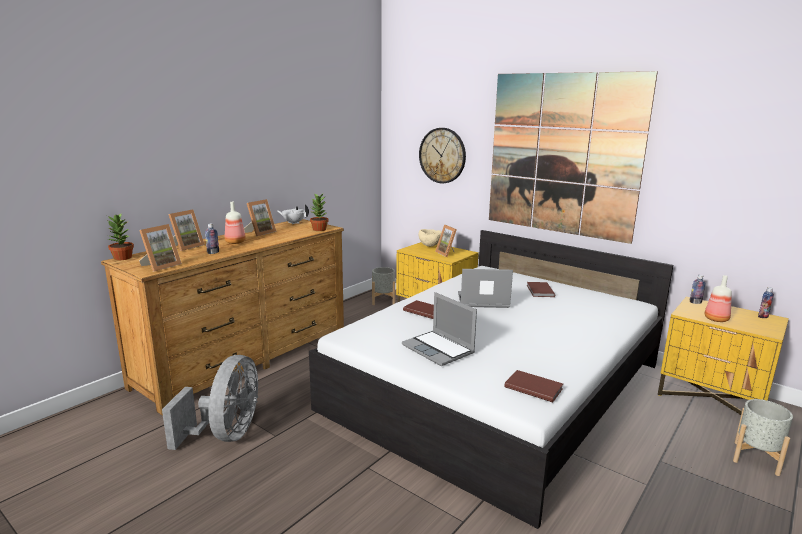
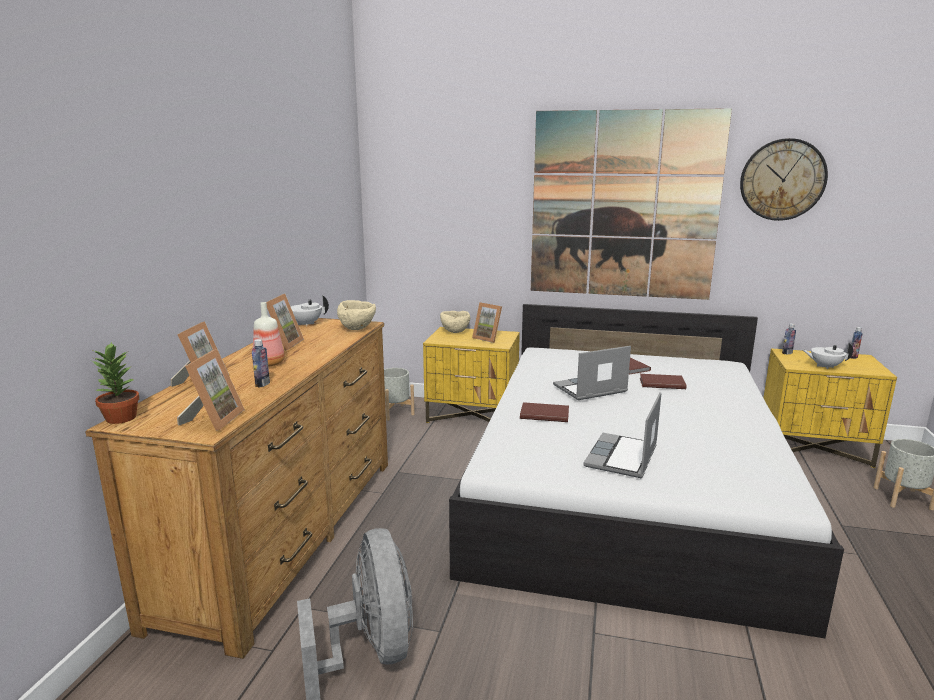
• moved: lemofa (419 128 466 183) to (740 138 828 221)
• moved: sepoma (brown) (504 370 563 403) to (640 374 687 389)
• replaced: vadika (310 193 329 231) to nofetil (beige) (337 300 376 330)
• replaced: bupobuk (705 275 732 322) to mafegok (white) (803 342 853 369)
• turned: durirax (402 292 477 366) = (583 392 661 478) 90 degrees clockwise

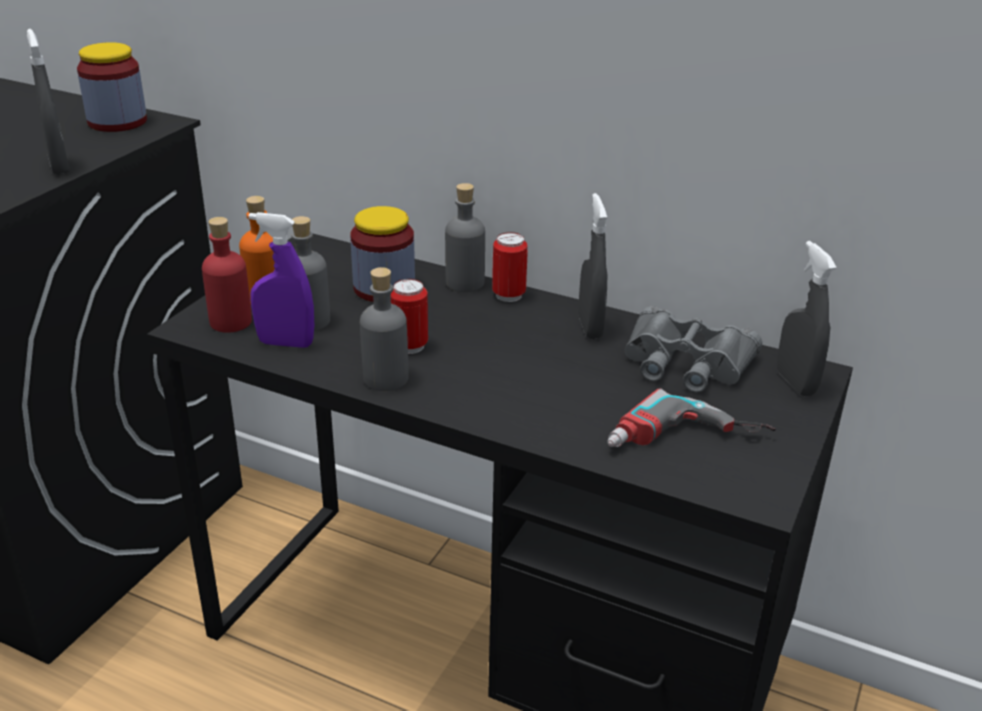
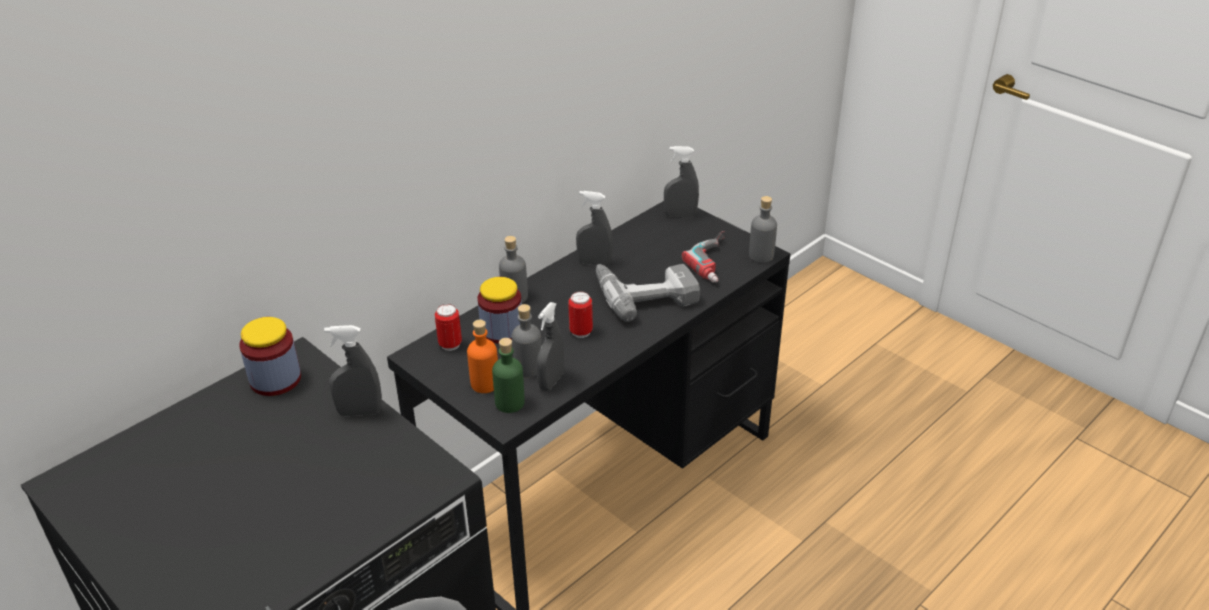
• removed: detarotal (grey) (624 306 762 393)
• added: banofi (596 264 700 322)
• moved: bupobuk (grey) (360 267 409 391) to (749 196 777 263)
• moved: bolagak (492 232 528 302) to (435 304 462 351)
• recoloured: bupobuk (red) (202 217 252 333) to bupobuk (green) (492 338 525 413)
• recoloured: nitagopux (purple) (249 212 314 348) to nitagopux (grey) (537 302 564 391)

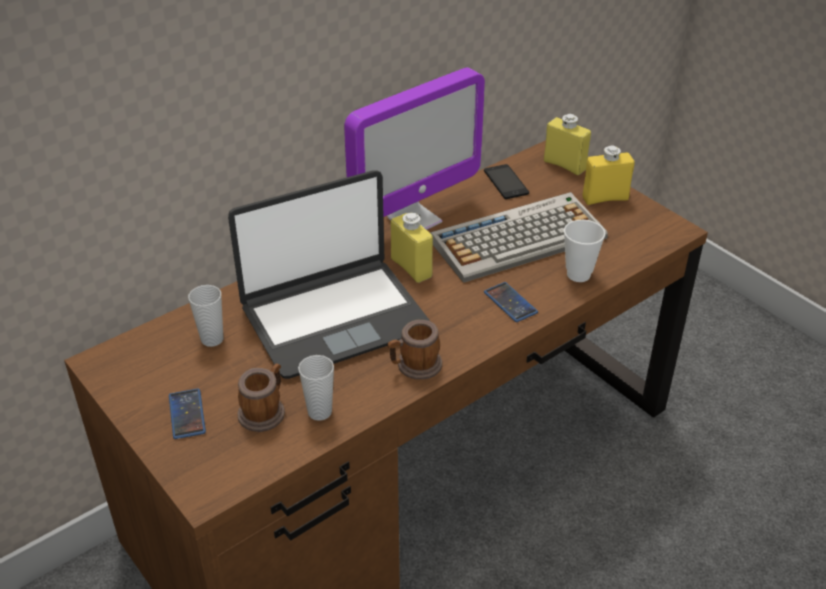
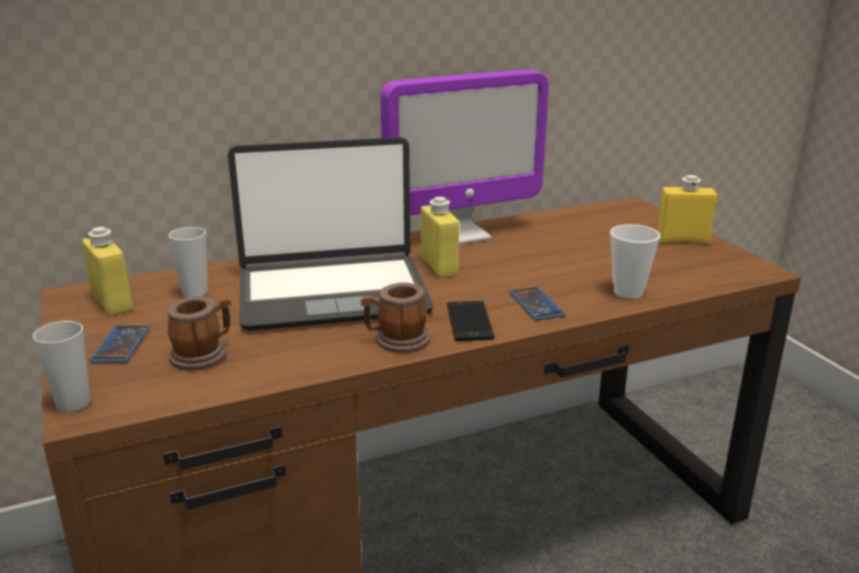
• removed: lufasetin (430 192 608 283)
• moved: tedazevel (298 355 334 421) to (32 321 90 412)
• moved: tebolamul (484 164 529 199) to (447 301 494 341)
• moved: bupobuk (yellow) (544 114 591 175) to (82 227 133 316)

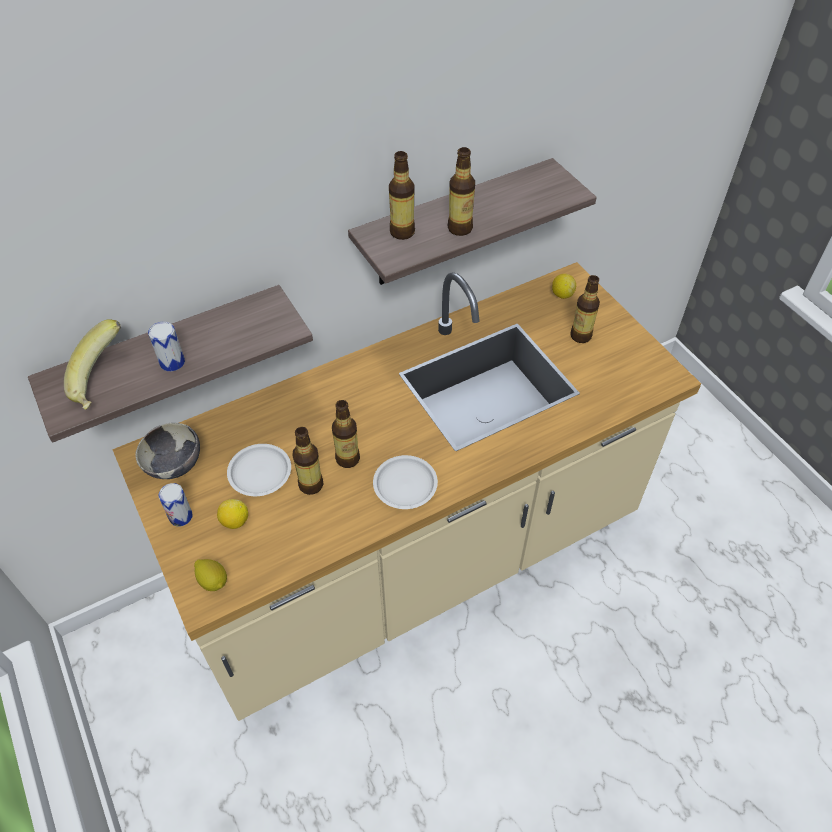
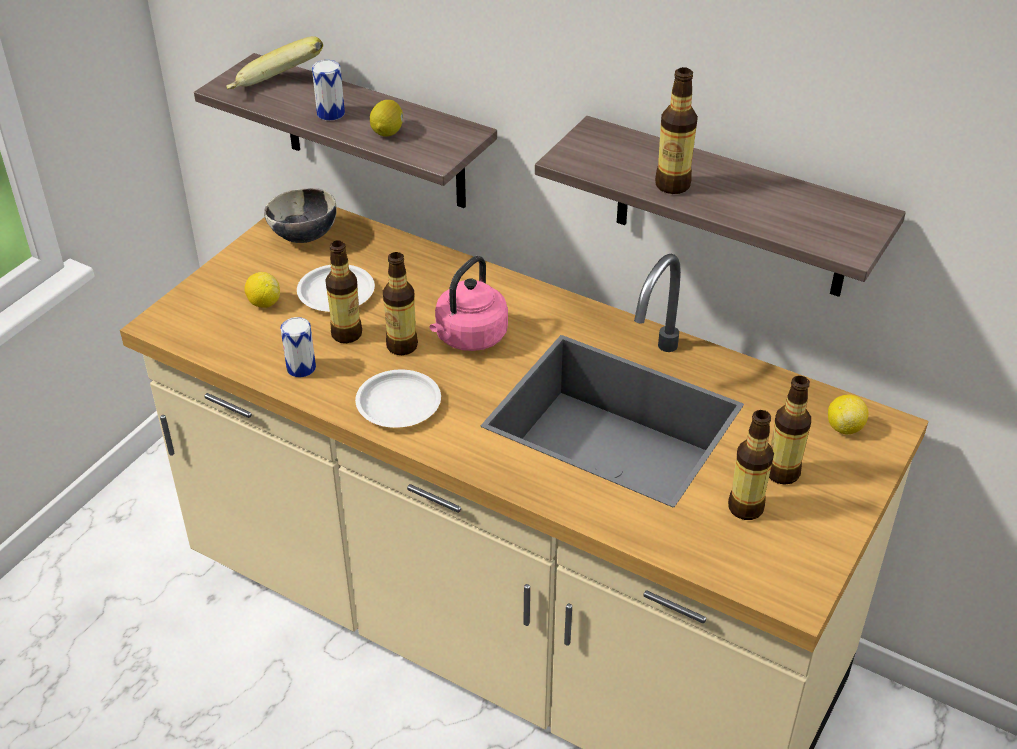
• added: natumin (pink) (429 256 508 351)
• moved: bolagak (158 483 193 527) to (280 317 316 377)
• moved: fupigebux (194 559 227 591) to (370 100 403 137)
• moved: bupobuk (389 151 415 240) to (728 410 774 520)

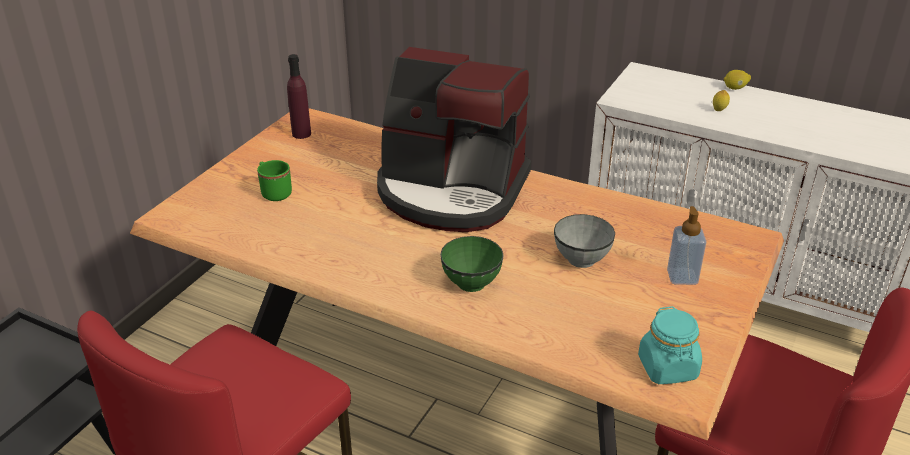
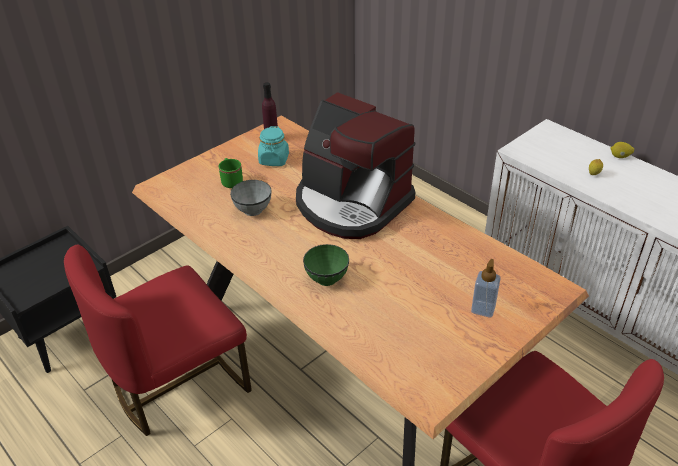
• moved: nofetil (grey) (554 214 615 268) to (230 180 271 216)
• moved: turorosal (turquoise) (638 306 702 384) to (258 126 289 166)

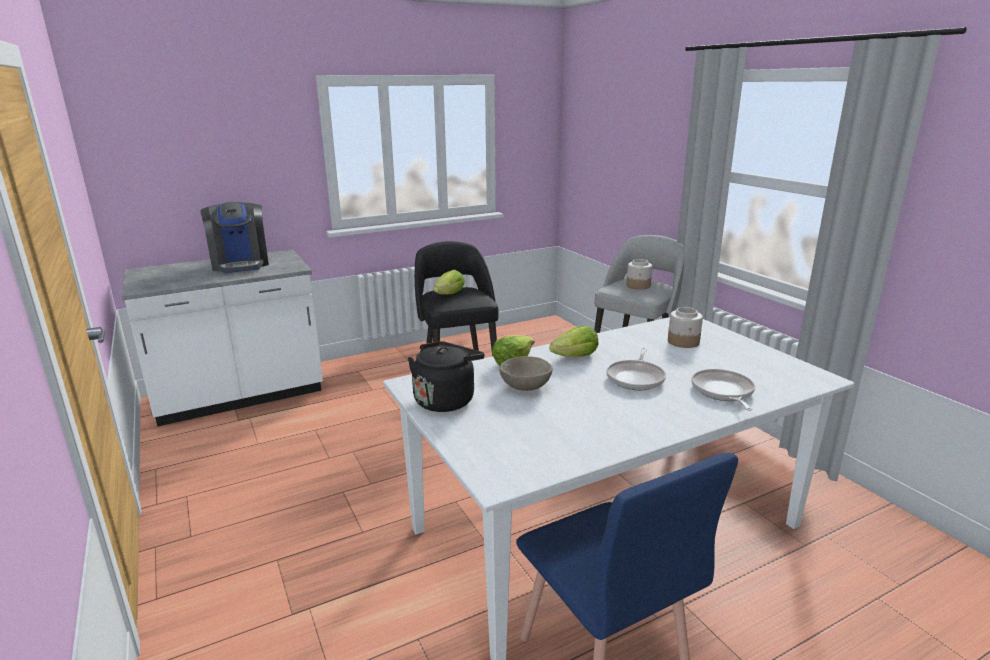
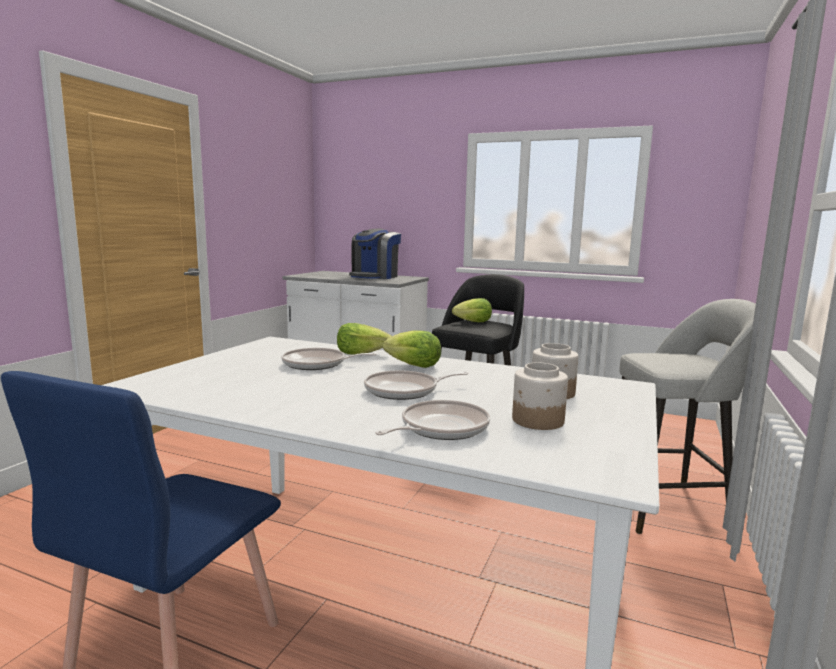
• removed: natumin (black) (408 341 485 412)
• moved: turorosal (626 259 652 290) to (512 362 568 430)
• replaced: nofetil (beige) (500 356 552 391) to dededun (281 348 377 370)

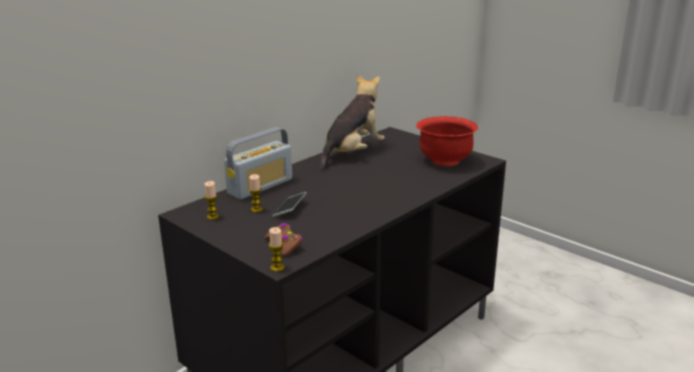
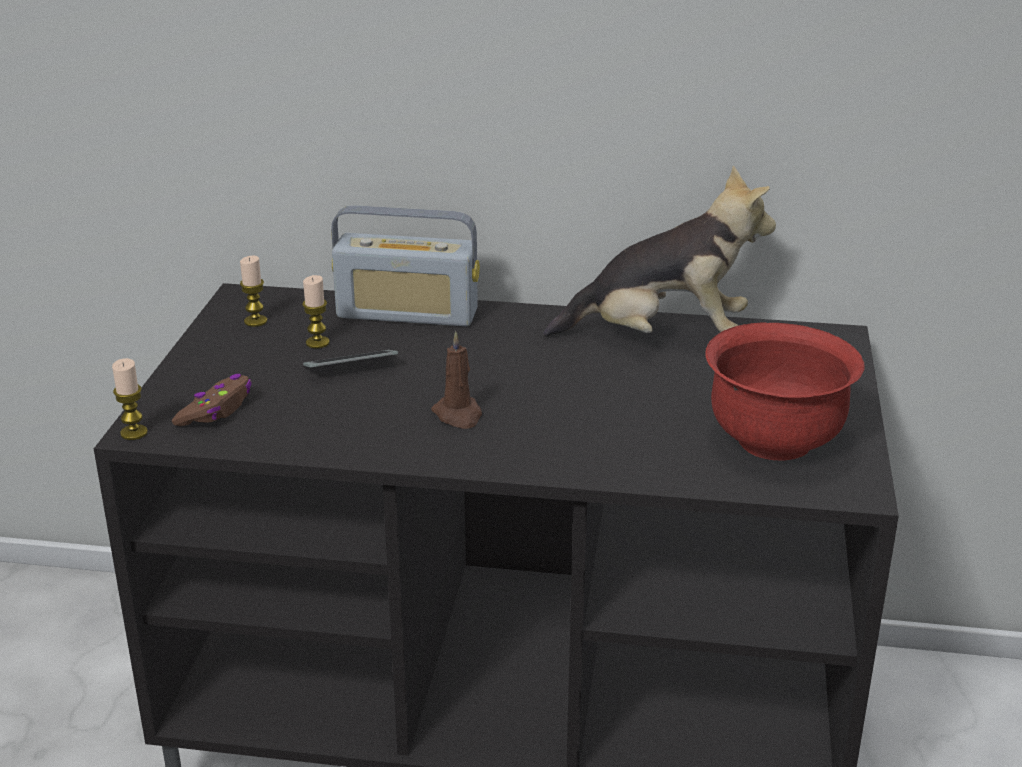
• added: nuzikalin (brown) (431 331 482 429)

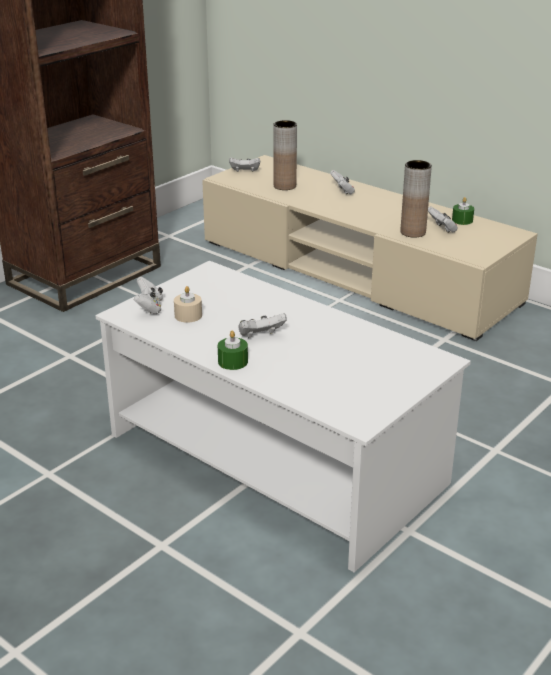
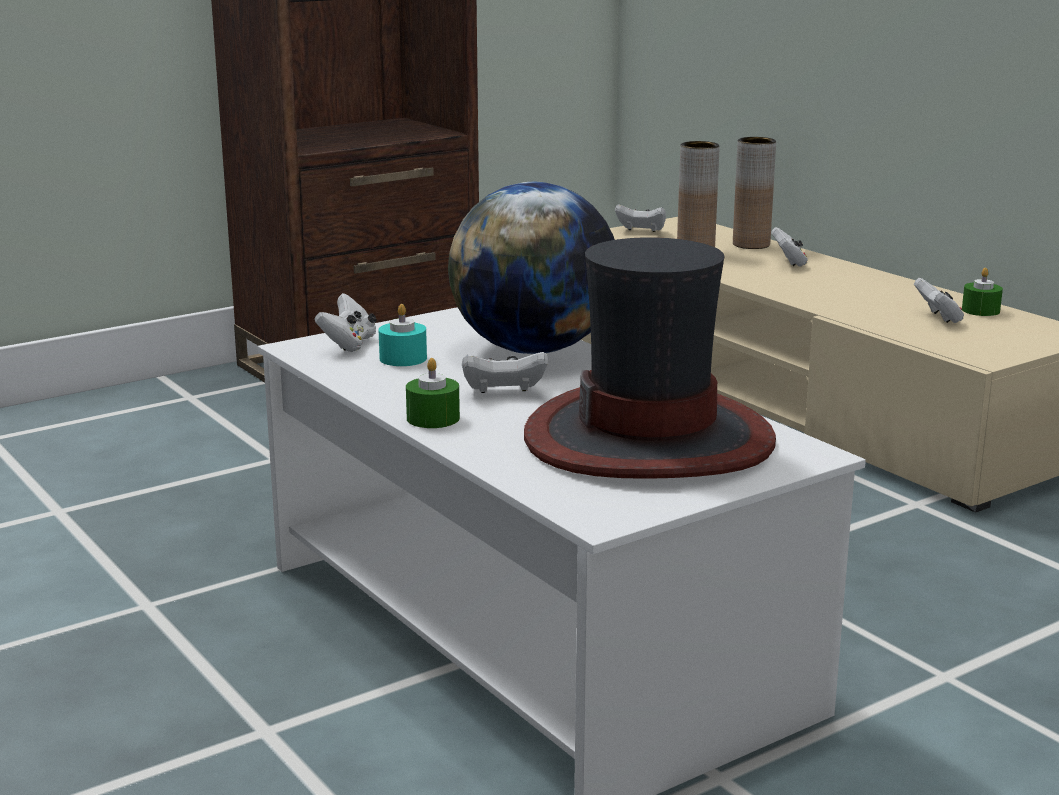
• added: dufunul (448 182 615 354)
• added: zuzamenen (524 237 776 479)
• moved: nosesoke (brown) (401 160 432 238) to (733 137 776 249)
• recoloured: nuzikalin (beige) (174 286 202 323) to nuzikalin (turquoise) (379 304 427 366)

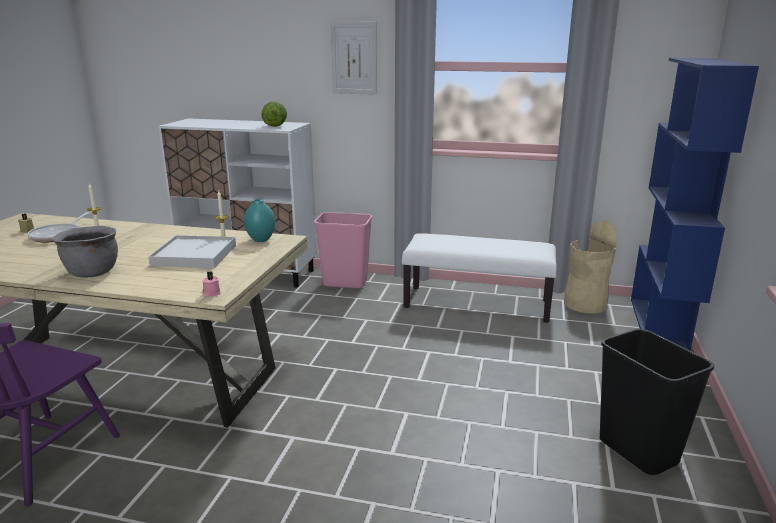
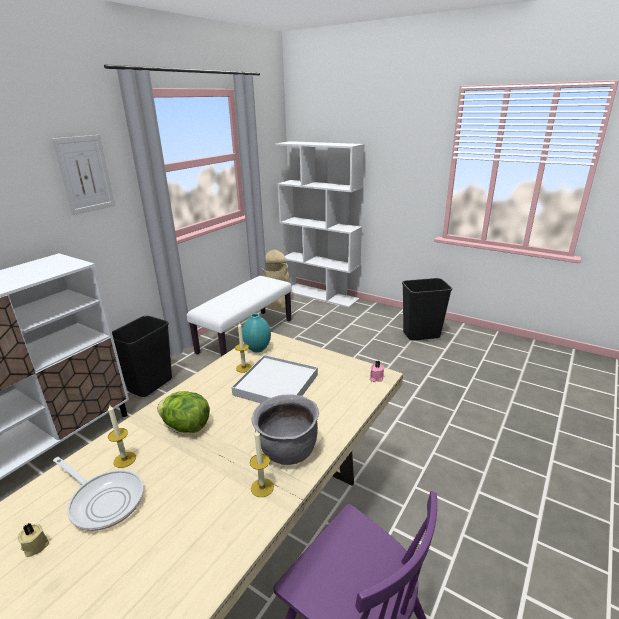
• added: nuzikalin (250 430 274 497)
• moved: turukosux (261 102 287 127) to (157 391 210 433)
• recoloured: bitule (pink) (314 212 372 289) to bitule (black) (112 316 172 397)
• recoloured: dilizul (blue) (631 58 759 351) to dilizul (white) (275 141 365 308)

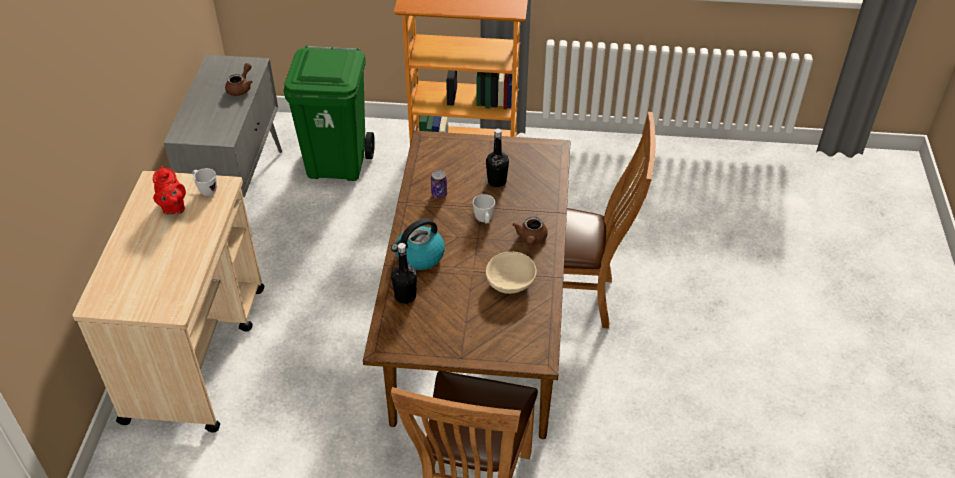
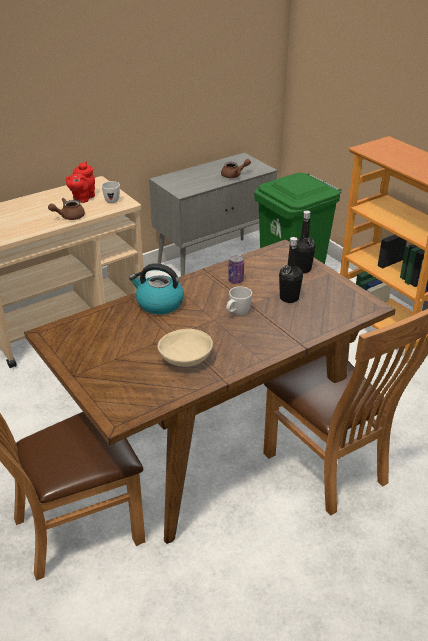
• moved: bupobuk (black) (391 243 417 304) to (296 210 315 273)
• moved: mafegok (brown) (512 217 548 245) to (48 198 85 220)

